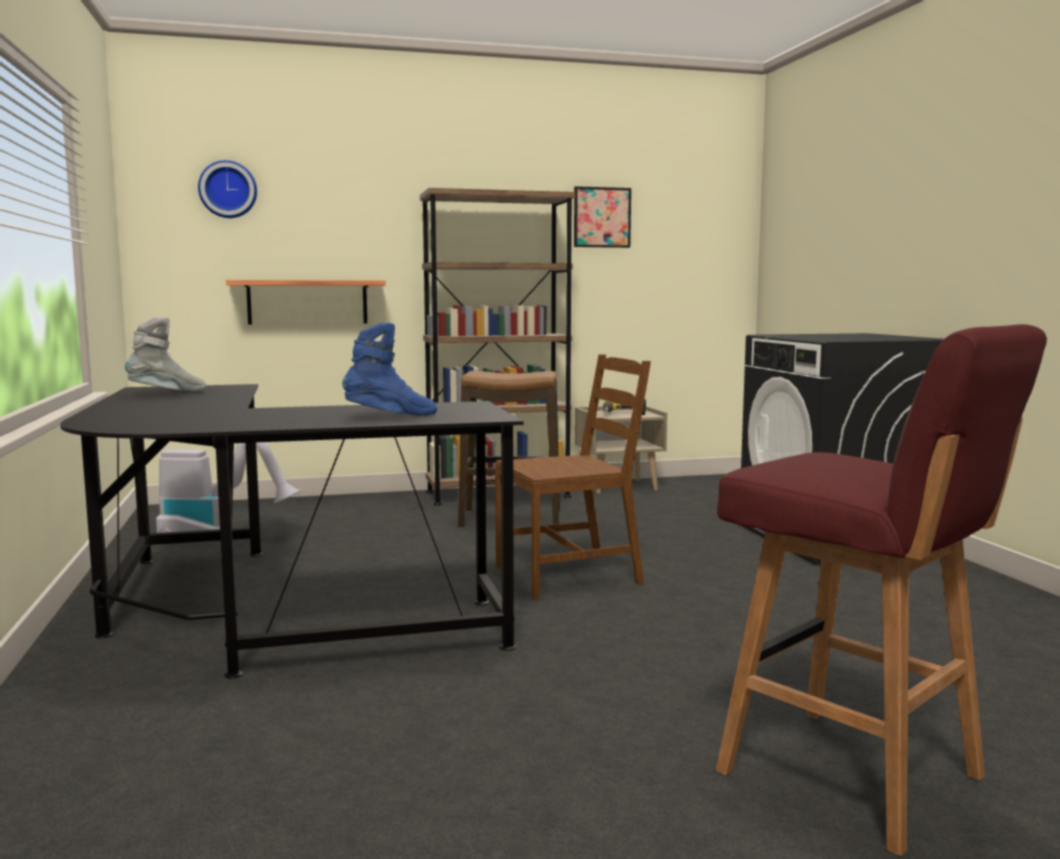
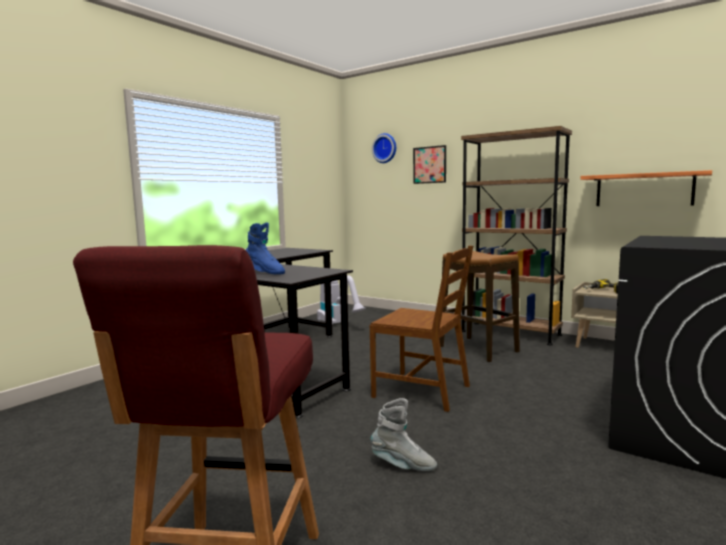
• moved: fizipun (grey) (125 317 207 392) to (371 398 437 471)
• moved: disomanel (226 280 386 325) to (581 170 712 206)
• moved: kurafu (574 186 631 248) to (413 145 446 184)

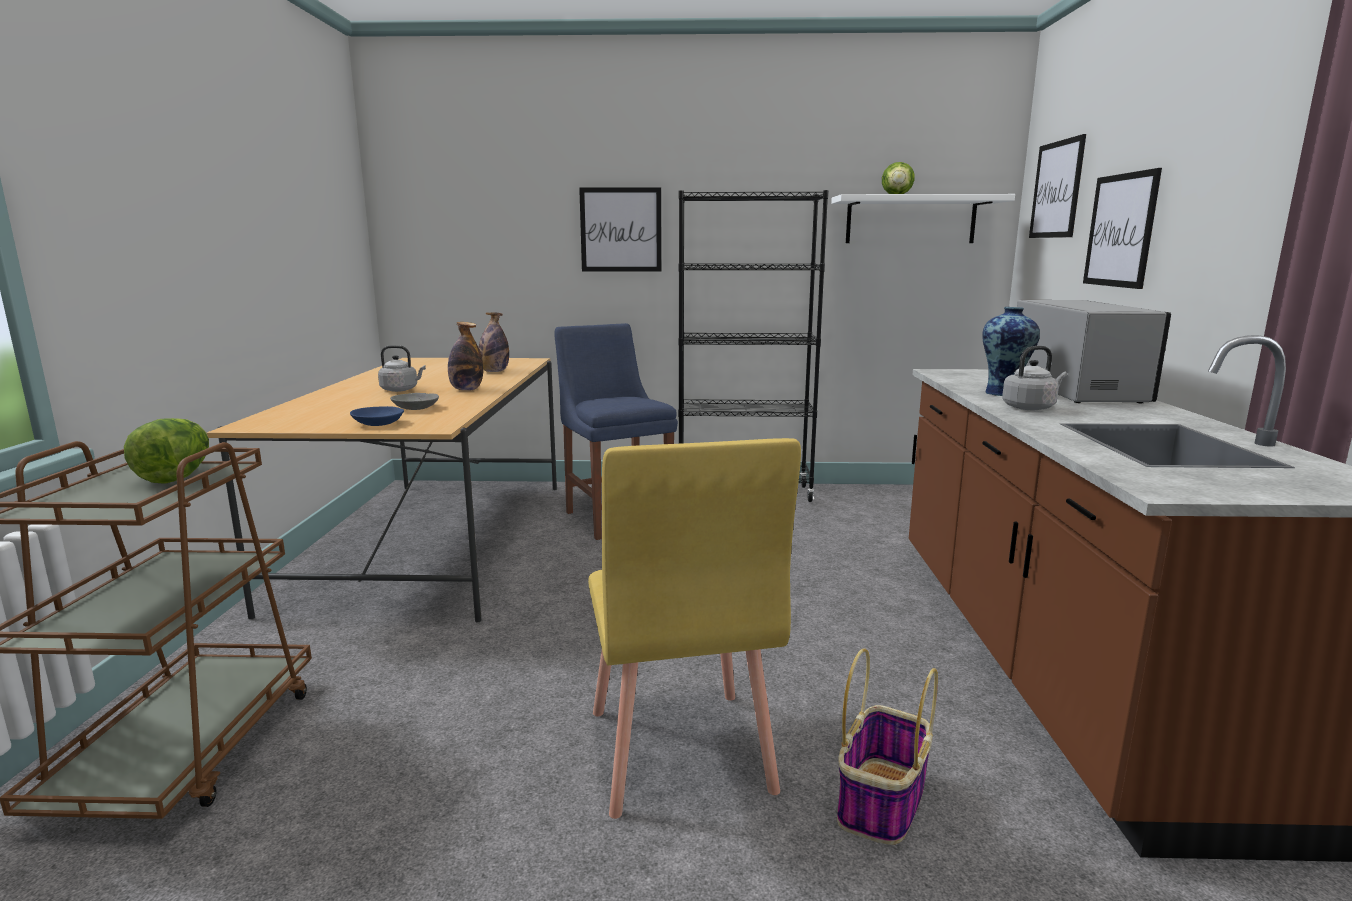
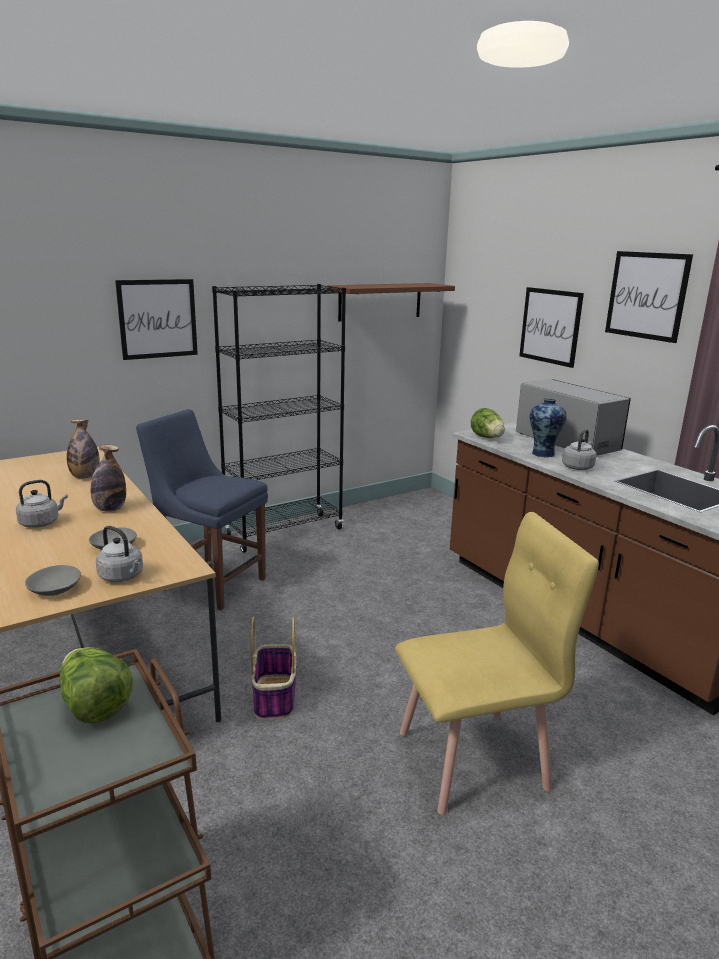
• added: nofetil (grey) (25 565 81 596)
• moved: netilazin (837 648 938 845) to (250 616 296 720)
• moved: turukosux (882 162 915 194) to (471 408 505 438)
• moved: kurafu (1029 134 1086 238) to (605 251 693 343)
• replaced: nofetil (blue) (350 406 404 426) to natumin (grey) (96 526 143 582)
• recoloured: disomanel (white) (831 194 1015 243) to disomanel (brown) (327 283 455 321)
• turned: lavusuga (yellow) (588 438 801 819) = (395 512 599 815) 60 degrees counterclockwise

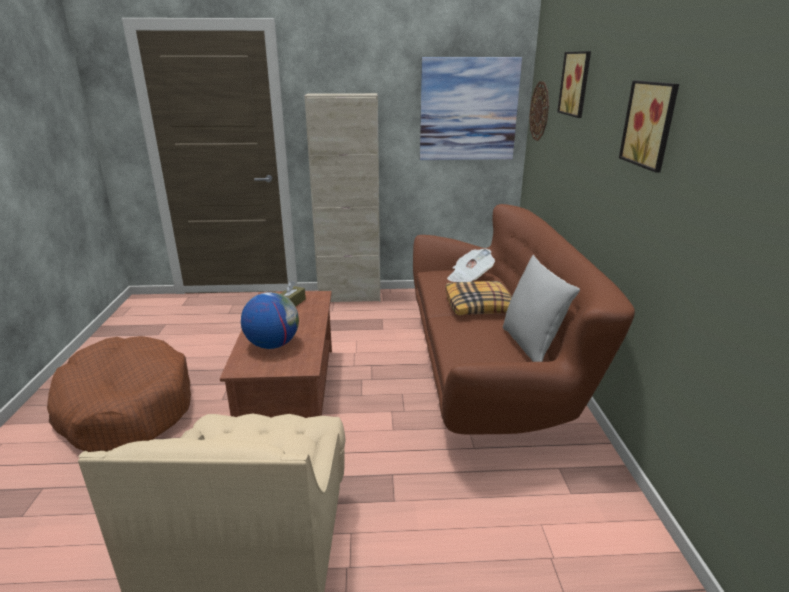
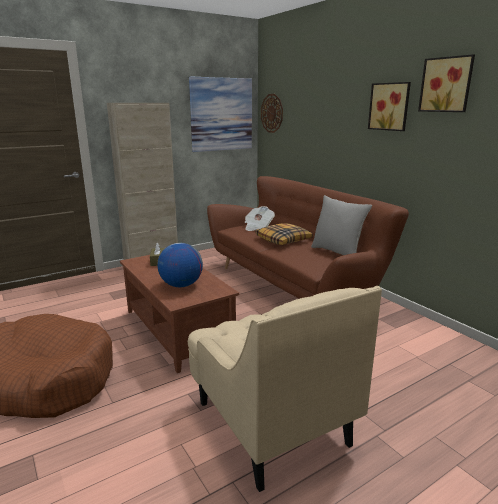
• moved: kurafu (557 51 591 118) to (418 54 475 112)

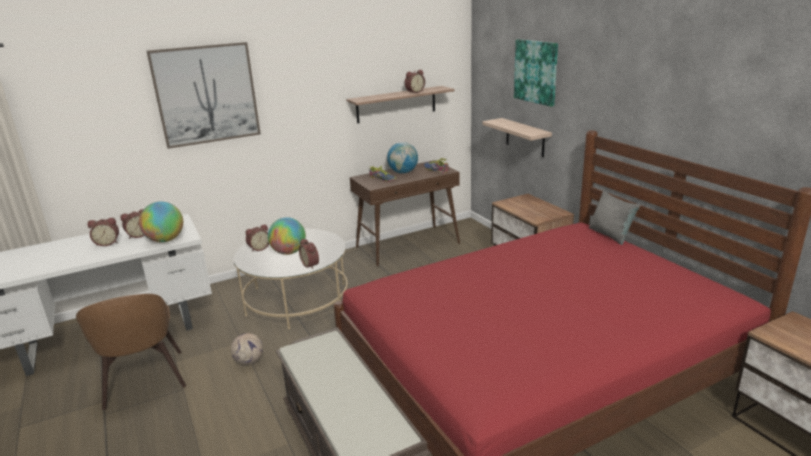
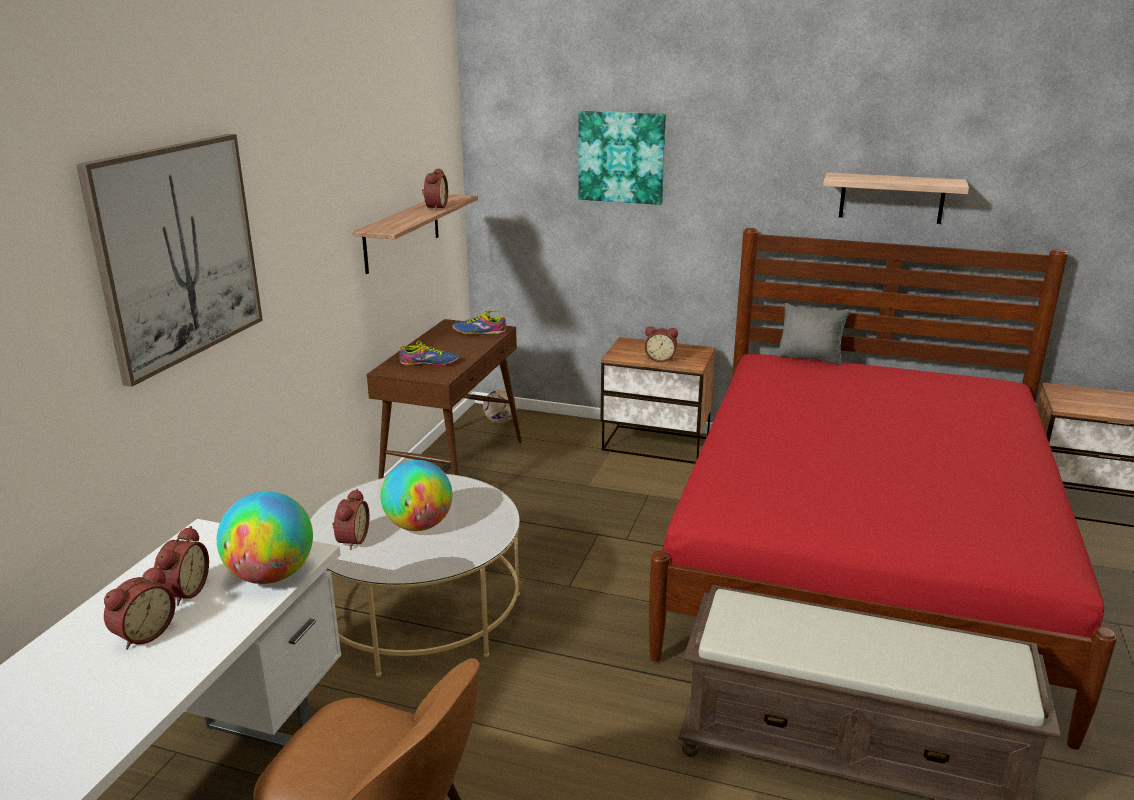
• removed: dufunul (387 142 418 174)
• moved: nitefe (231 333 263 365) to (483 390 517 423)
• moved: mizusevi (299 239 319 269) to (645 326 678 362)
• moved: disomanel (482 118 552 157) to (823 173 969 224)

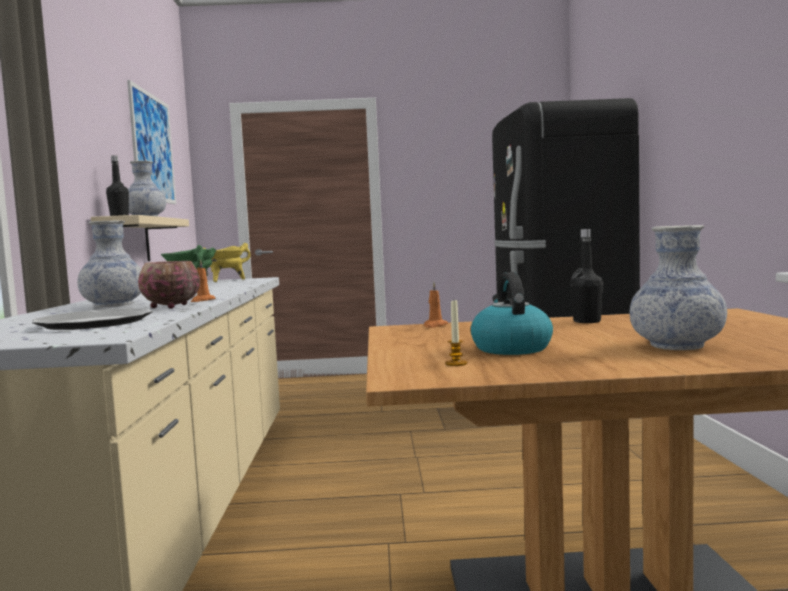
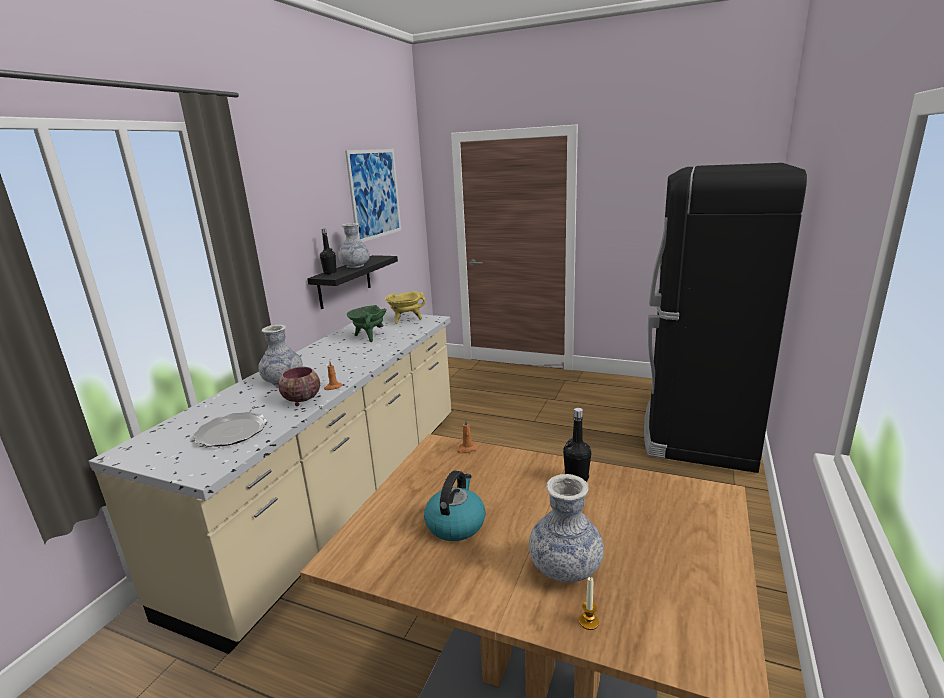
• moved: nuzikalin (445 300 467 366) to (579 577 599 630)
• recoloured: disomanel (beige) (91 215 189 261) to disomanel (black) (307 255 398 309)

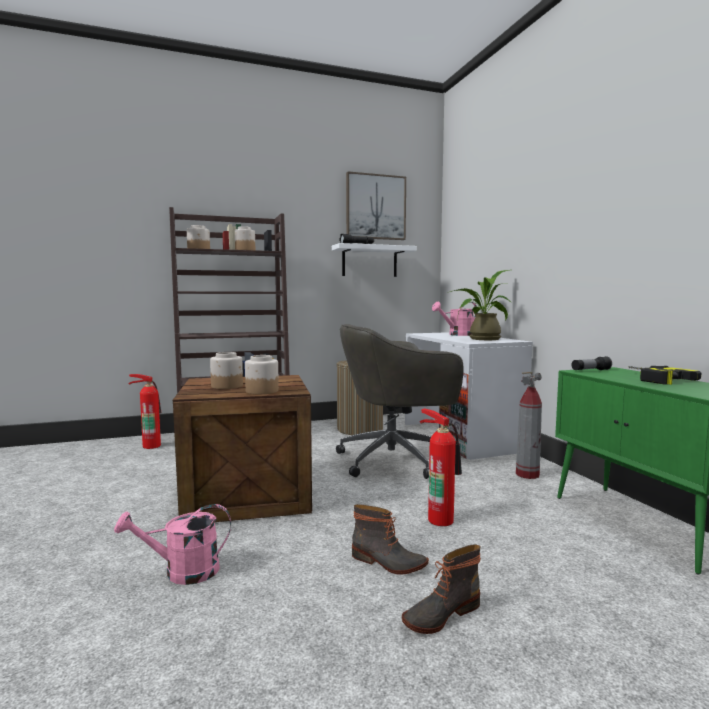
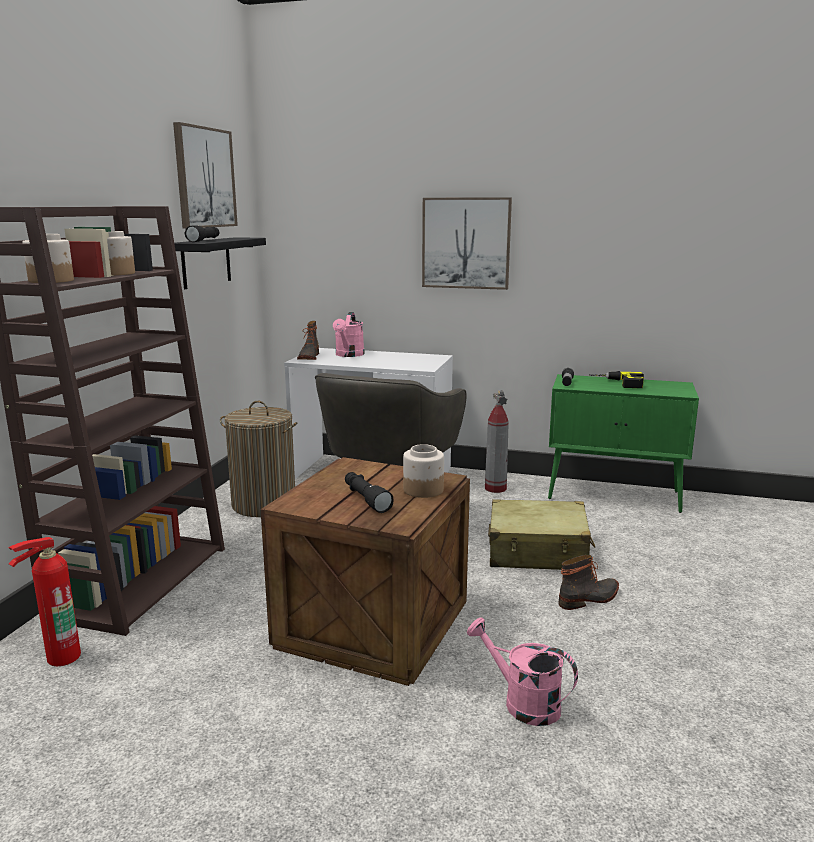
• removed: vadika (450 270 512 340)
• added: kurafu (422 197 512 290)
• moved: fizipun (402 544 481 634) to (297 321 319 360)
• replaced: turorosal (210 352 243 389) to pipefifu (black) (345 472 394 513)
• replaced: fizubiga (420 409 462 526) to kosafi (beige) (488 499 595 570)
• recoloured: disomanel (white) (332 243 417 277) to disomanel (black) (174 237 266 289)
• turned: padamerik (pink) (114 504 231 585) = (467 617 578 726) 105 degrees clockwise

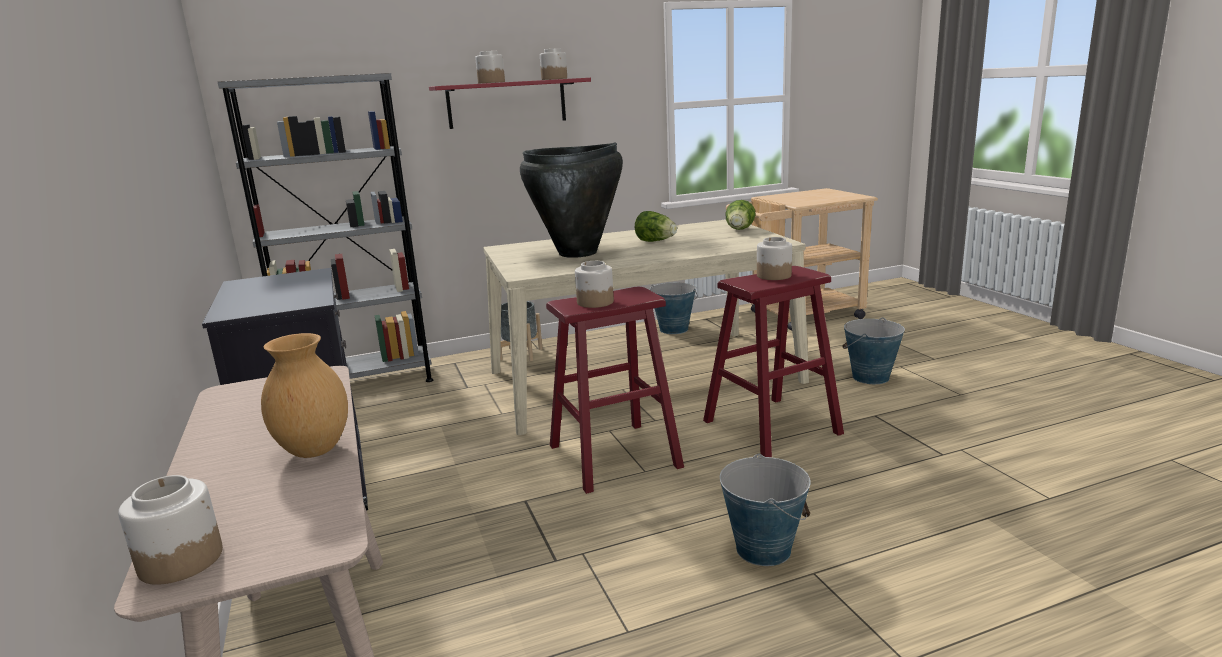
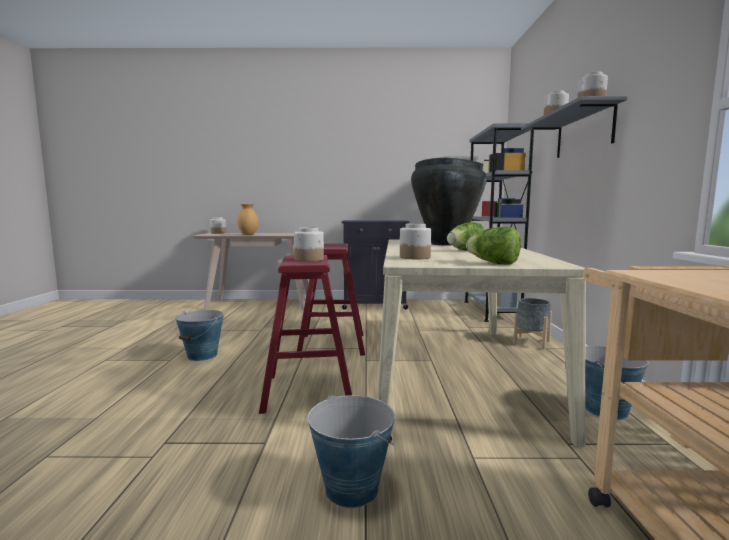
• moved: turorosal (575 261 614 308) to (400 223 431 259)
• recoloured: disomanel (red) (429 78 591 129) to disomanel (grey) (521 96 628 158)

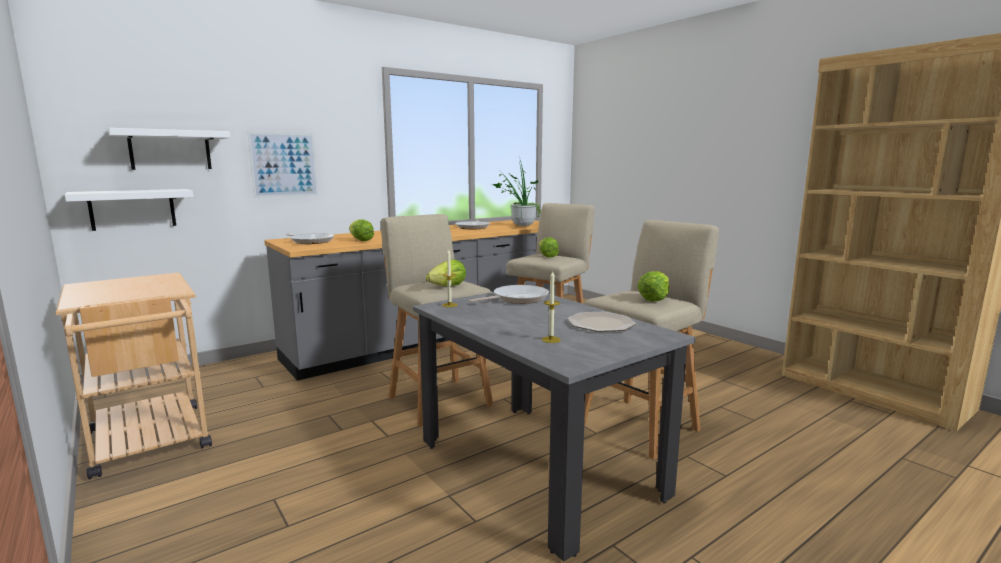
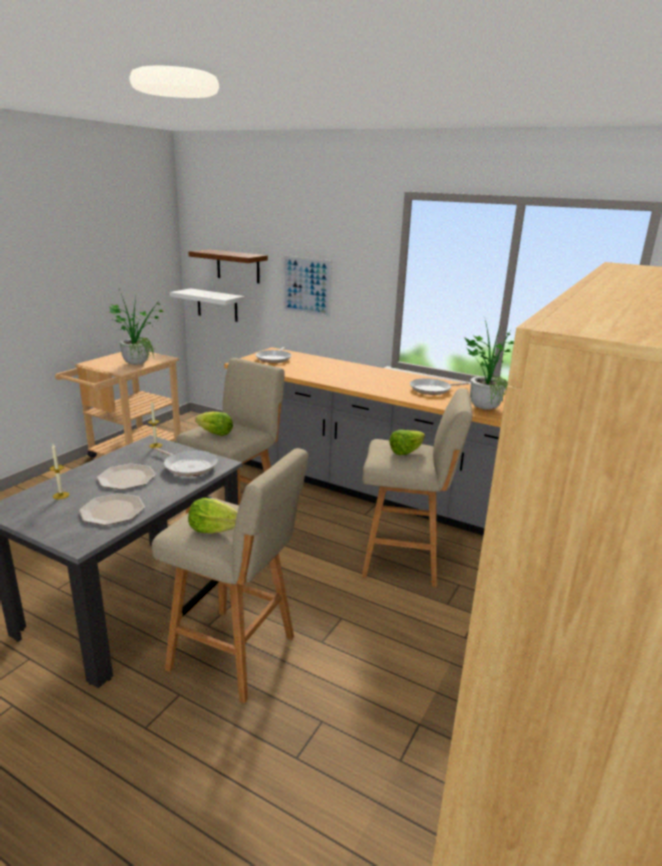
• removed: turukosux (349 219 374 241)
• added: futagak (97 464 156 490)
• added: vadika (109 289 163 365)
• recoloured: disomanel (white) (108 128 230 170) to disomanel (brown) (189 249 268 283)

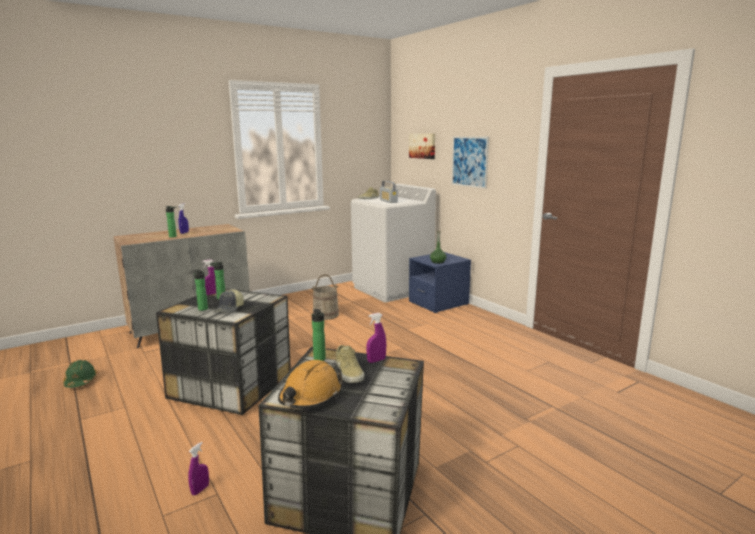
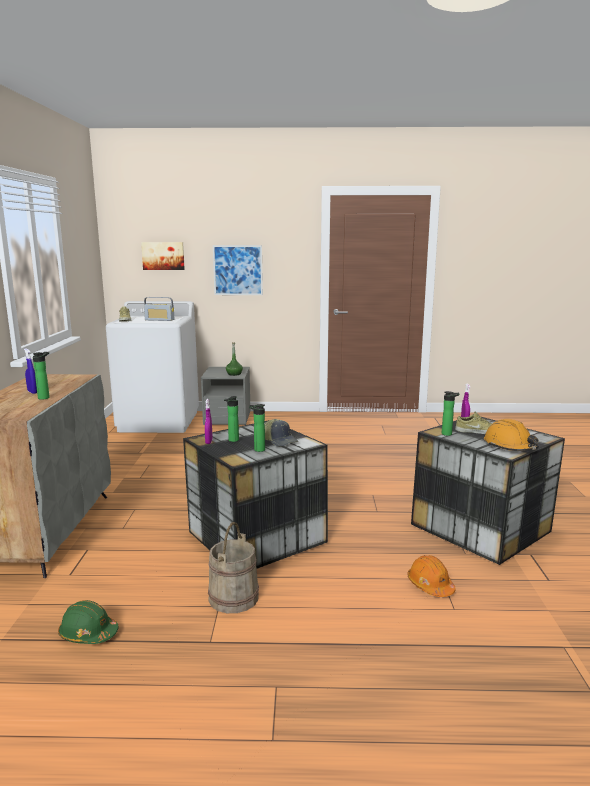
• moved: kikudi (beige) (311 274 339 320) to (208 522 259 613)
• replaced: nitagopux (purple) (188 442 209 495) to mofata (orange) (408 555 456 597)
• recoloured: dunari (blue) (409 252 471 313) to dunari (grey) (201 367 250 425)

